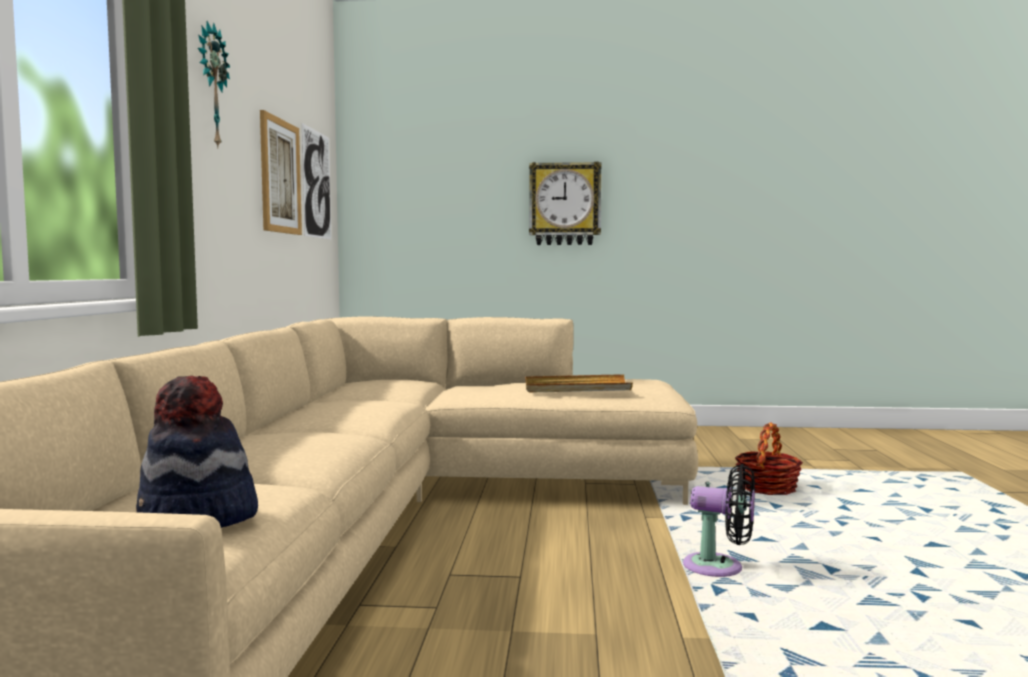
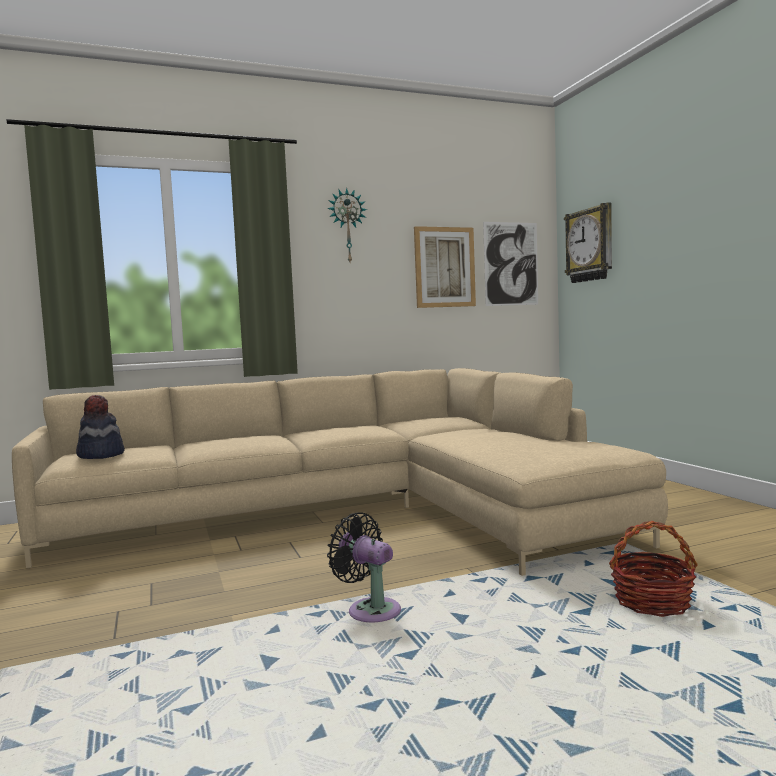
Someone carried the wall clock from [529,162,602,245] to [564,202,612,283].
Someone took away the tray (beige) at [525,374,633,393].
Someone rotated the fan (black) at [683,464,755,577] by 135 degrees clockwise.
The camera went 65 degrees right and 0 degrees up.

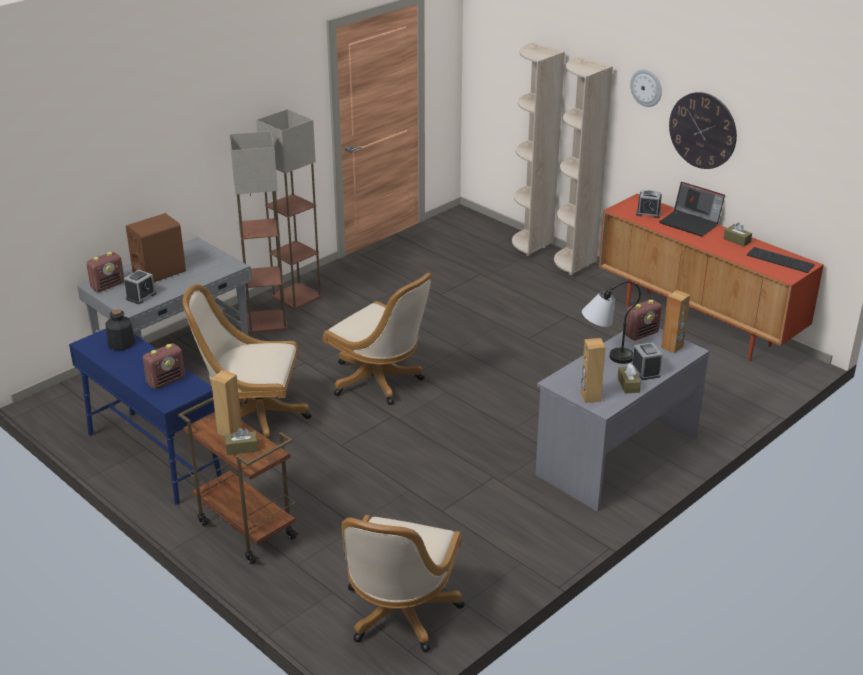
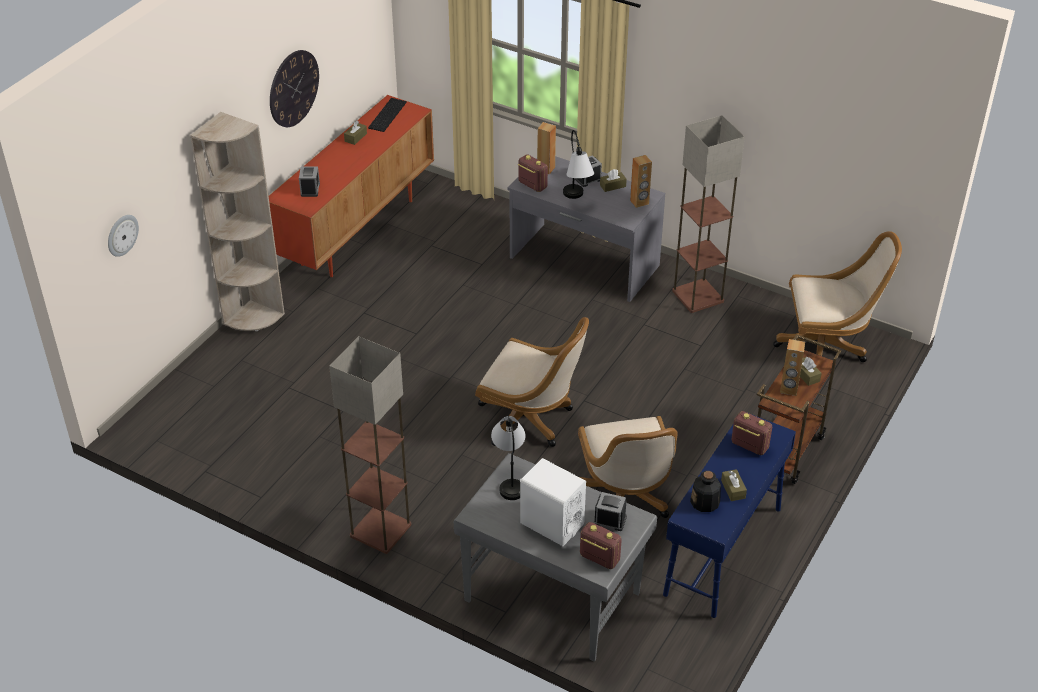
Someone took away the bookcase (beige) at [512,42,565,256].
Someone carried the wall clock from [630,69,662,107] to [108,215,139,257].
Someone carried the floor lamp from [229,131,288,334] to [672,115,745,313].
Someone took away the laptop at [659,182,725,237].
Someone repainted the speaker (brown) at [126,213,186,282], which became the speaker (white) at [520,458,586,546].
Someone rotated the office chair at [322,272,431,405] by 90 degrees clockwise.
Someone put down the table lamp at [491,416,525,500].
Someone put down the tissue box (brown) at [721,469,747,501].
The camera went 105 degrees left and 10 degrees up.

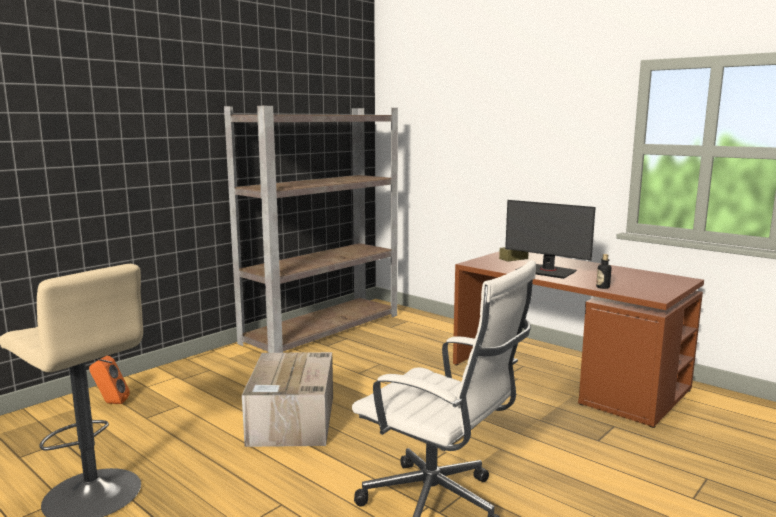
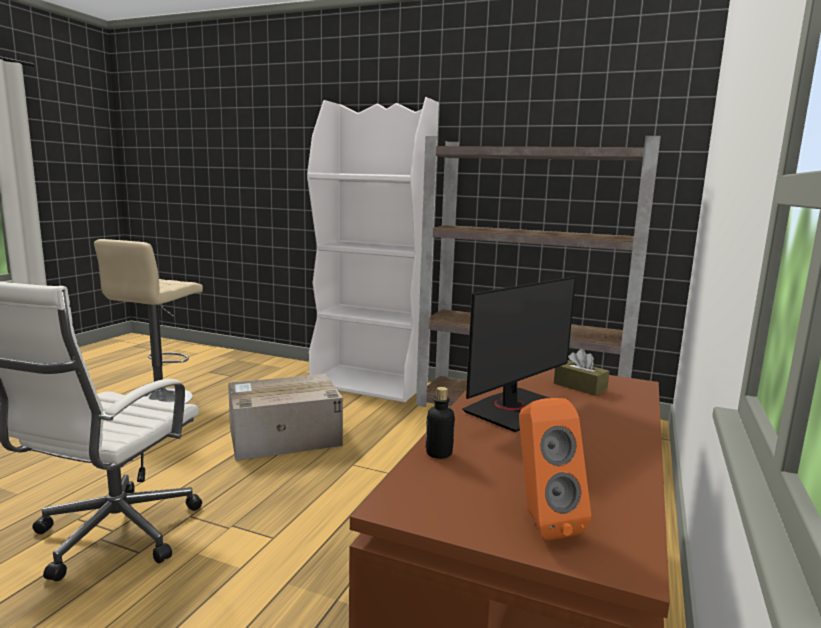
Someone rotated the monitor at [505,200,596,279] by 150 degrees counterclockwise.
Someone carried the speaker (orange) from [89,356,130,404] to [519,398,591,541].
Someone put down the bookcase (white) at [307,97,439,403].
The camera went 70 degrees right and 0 degrees up.

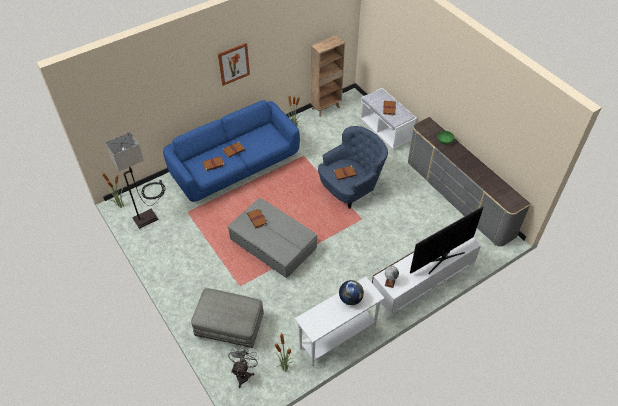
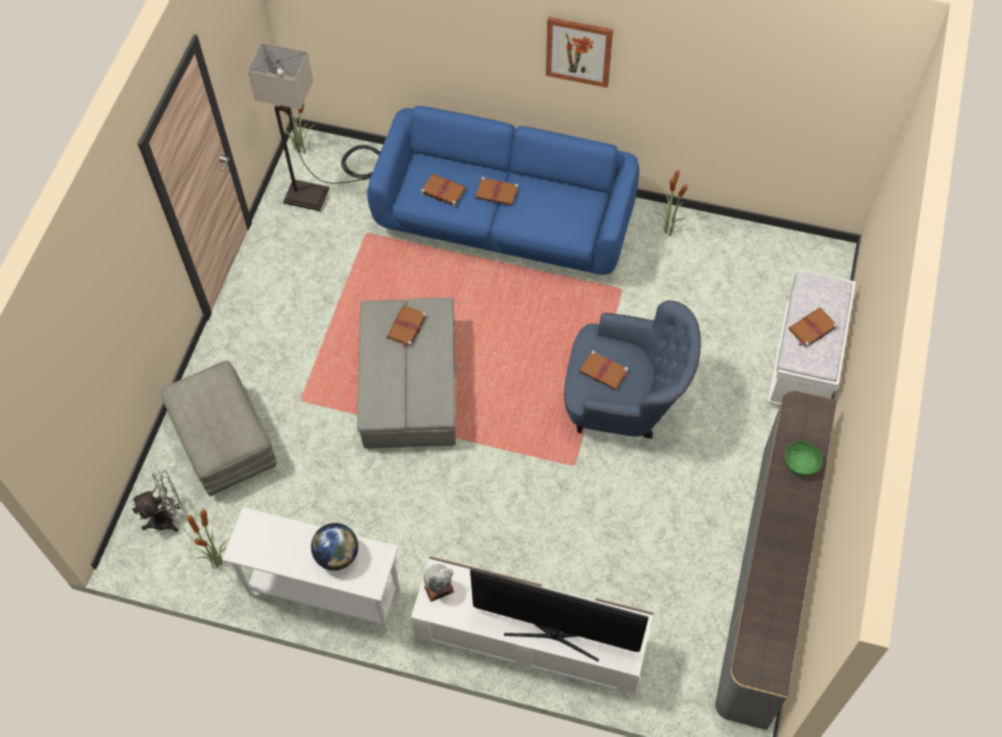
Someone took away the bookcase (brown) at [311,35,345,117].
The camera went 50 degrees right and 10 degrees up.

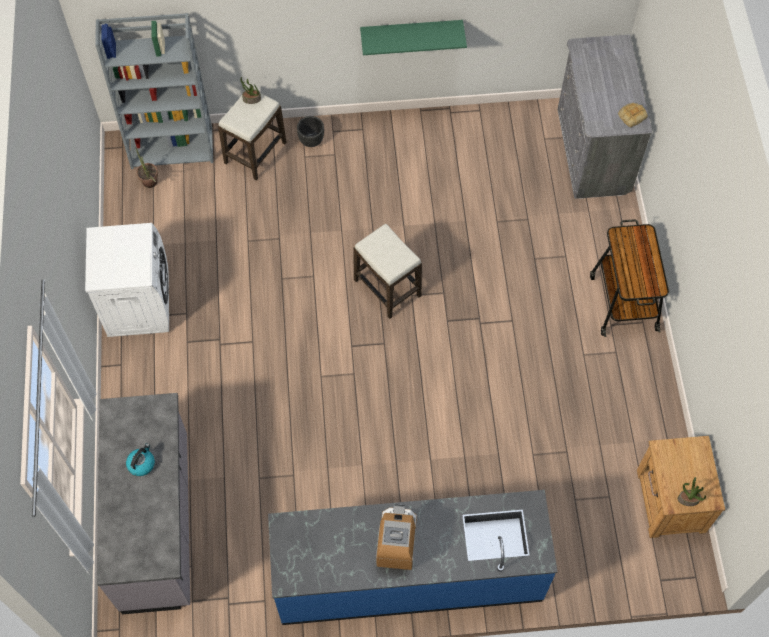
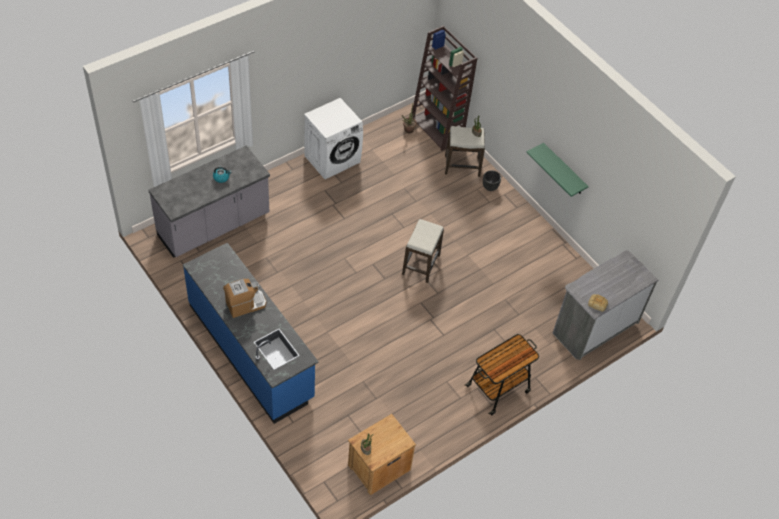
Someone repainted the bookcase (grey) at [95,13,213,169], which became the bookcase (brown) at [411,25,477,151].
The camera went 55 degrees right and 10 degrees down.

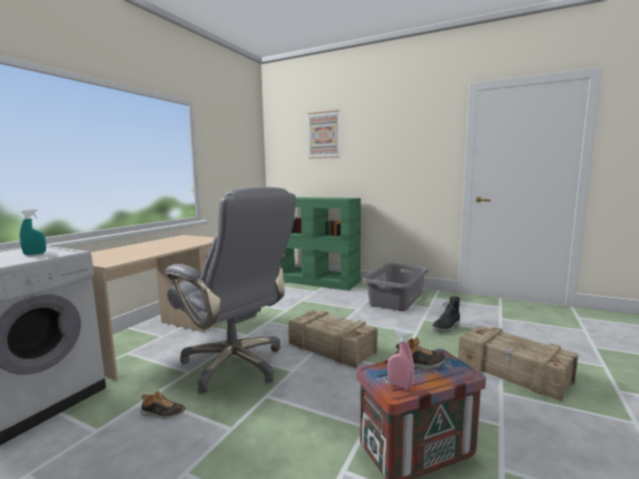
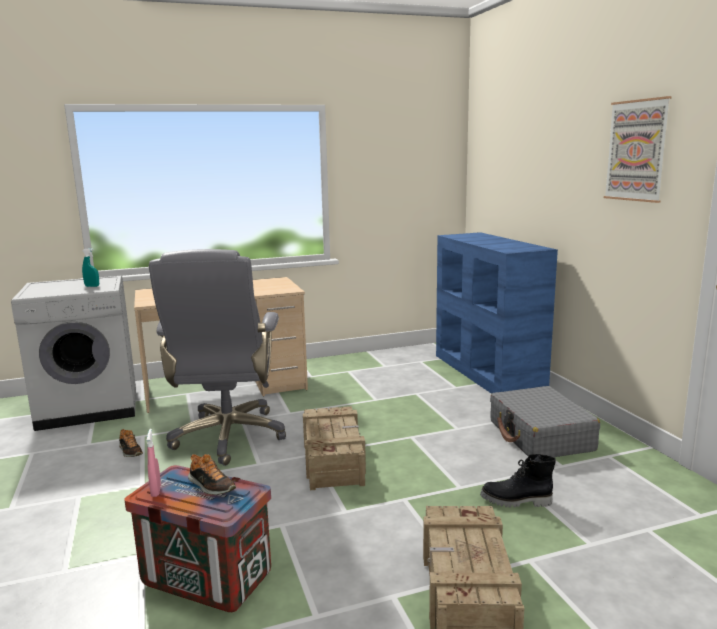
Someone carried the picture from [308,110,340,159] to [604,96,671,203].
Someone repainted the bookcase (green) at [280,197,361,291], which became the bookcase (blue) at [436,232,558,394].
Someone swapped the laundry basket (grey) at [362,263,428,311] for the suitcase (grey) at [490,386,600,457].
The camera went 45 degrees right and 5 degrees up.

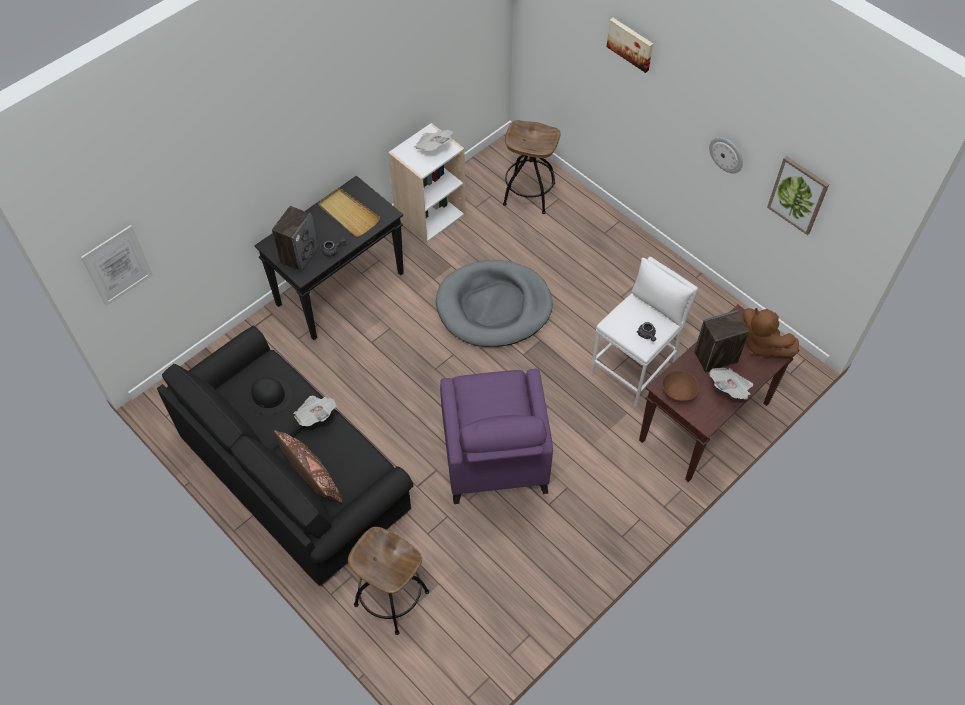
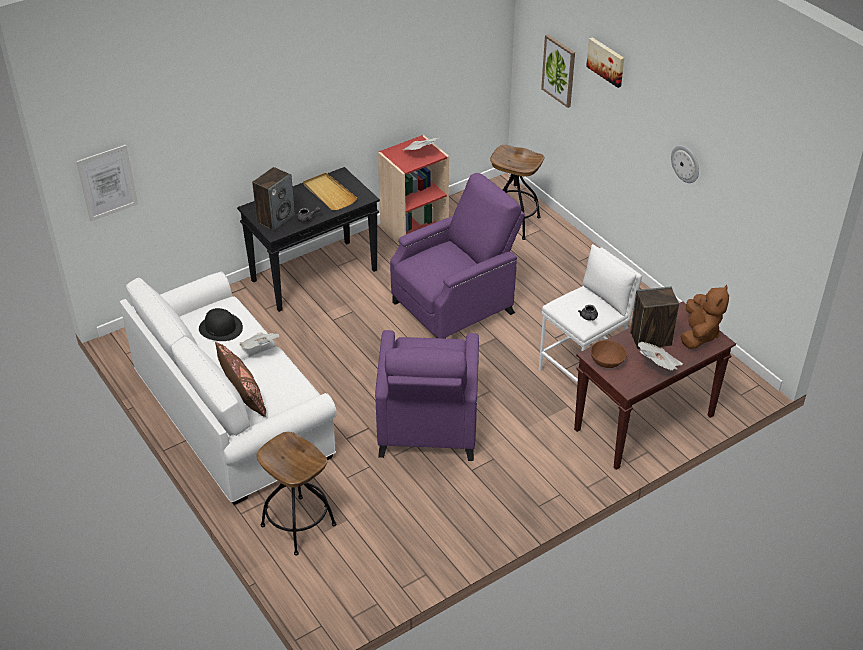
Someone repainted the bookcase (white) at [388,123,466,243], which became the bookcase (red) at [378,135,449,245].
Someone carried the picture from [767,156,829,235] to [541,34,575,108].
Someone swapped the dog bed (grey) at [436,260,552,347] for the armchair (purple) at [390,173,525,339].
Someone rotated the plush toy (brown) at [743,308,799,357] by 135 degrees counterclockwise.
Someone repainted the sofa (black) at [157,326,413,586], which became the sofa (white) at [120,271,337,505].
The camera went 10 degrees right and 15 degrees down.

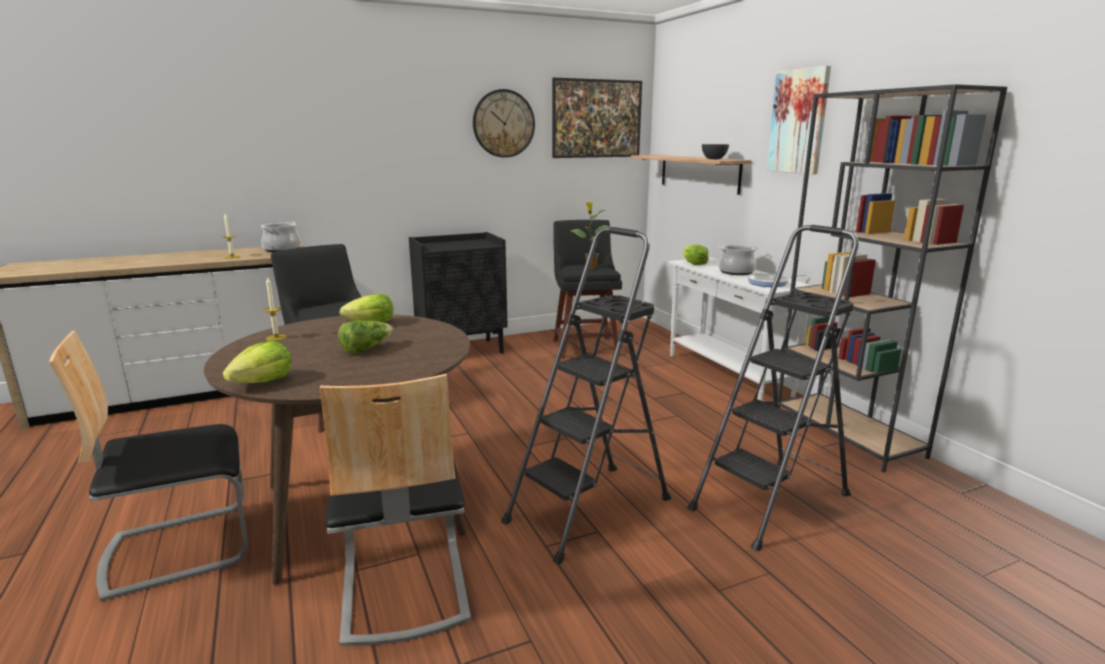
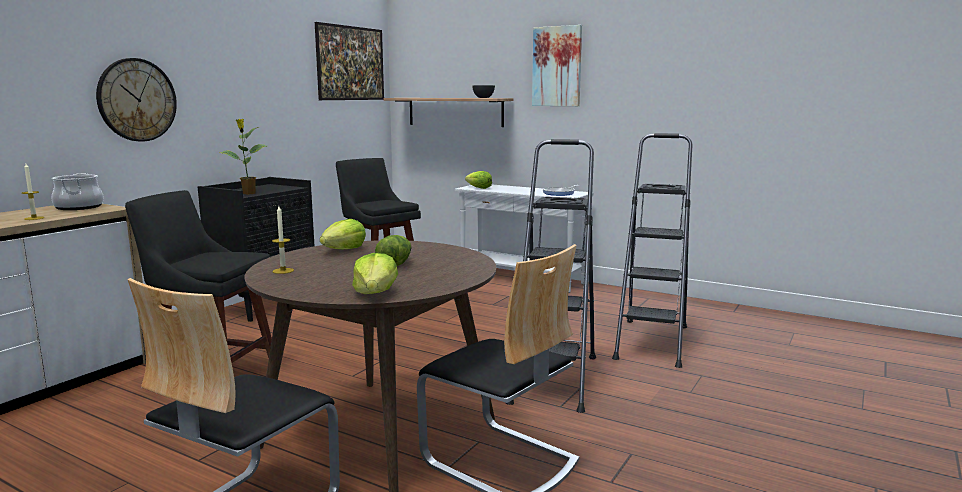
Someone took away the bookcase at [778,84,1007,473].
Someone carried the wall clock from [473,89,535,158] to [96,58,177,141].
Someone carried the potted plant from [571,202,609,269] to [219,119,267,194].
Someone took away the cooking pot at [718,245,759,275].
The camera went 35 degrees left and 5 degrees down.

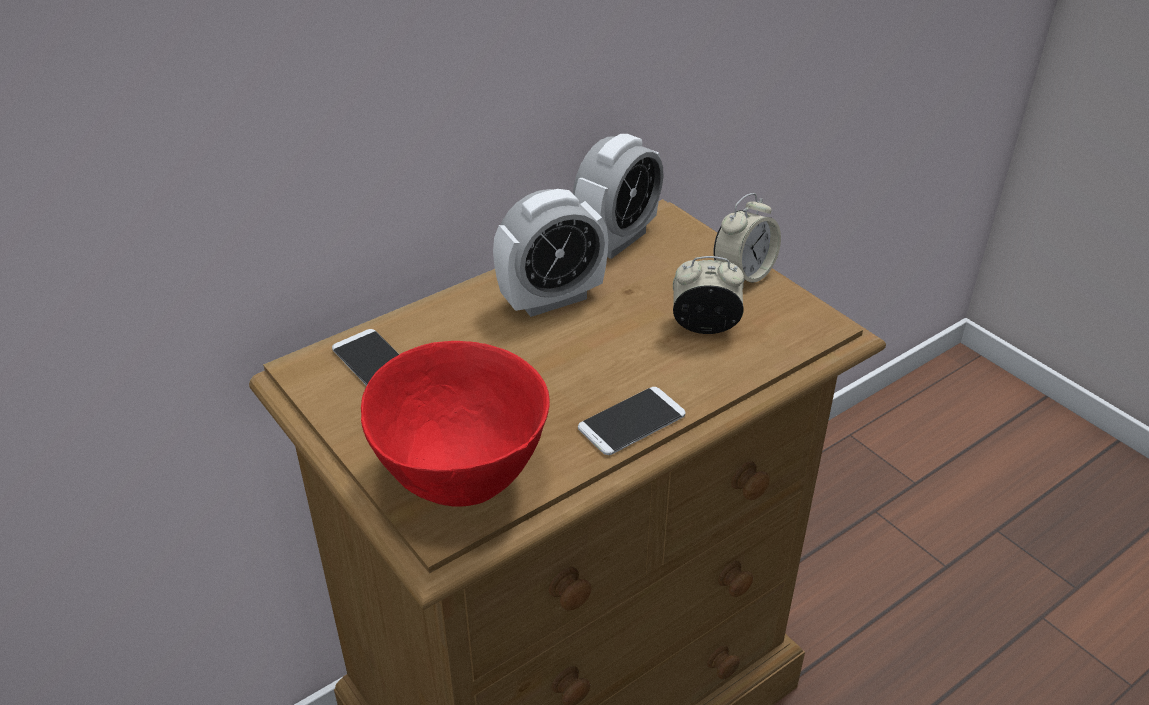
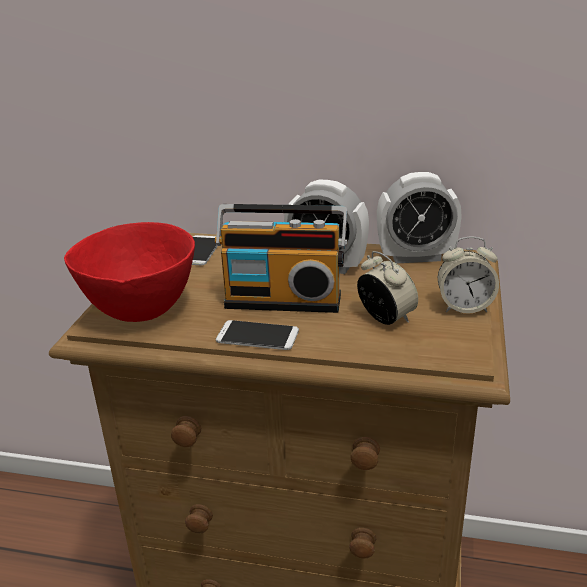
Someone put down the radio at [215,204,347,313].
The camera went 50 degrees right and 10 degrees down.

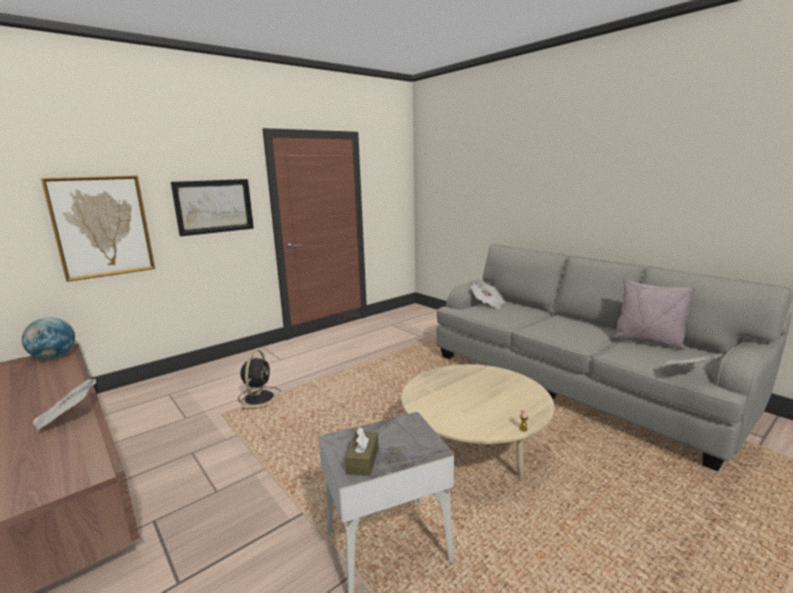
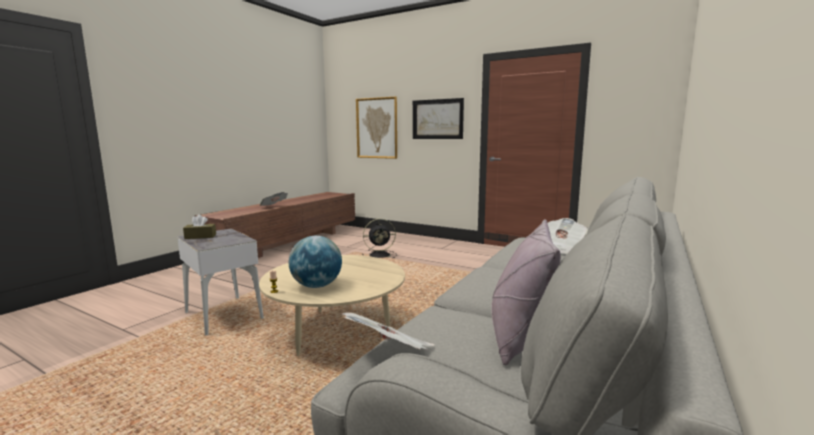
Someone carried the globe from [22,317,75,359] to [289,236,342,288].
The camera went 70 degrees right and 5 degrees down.

